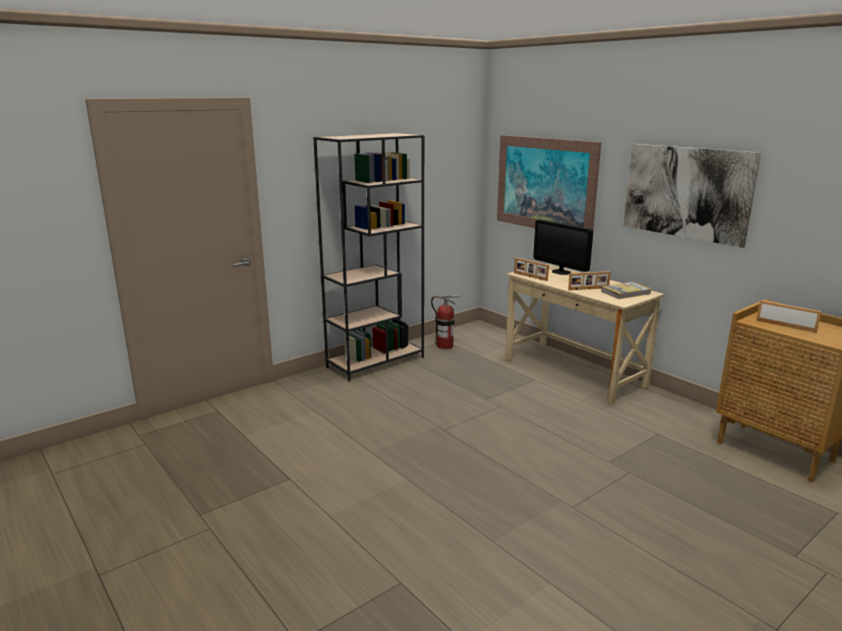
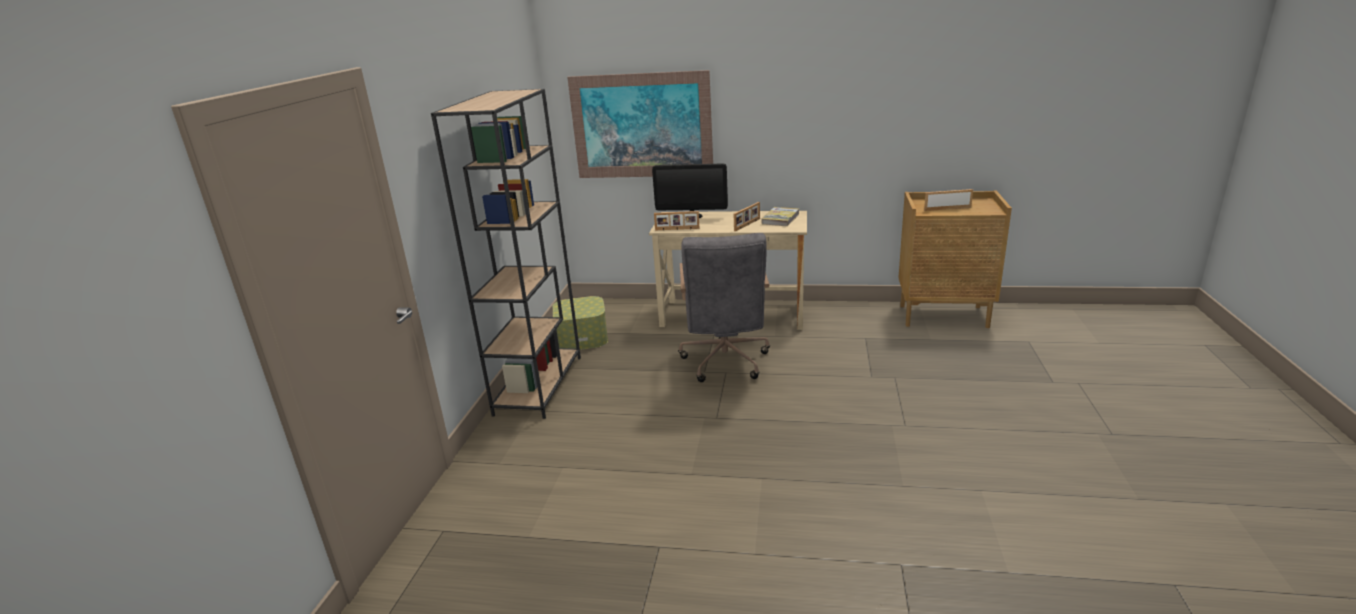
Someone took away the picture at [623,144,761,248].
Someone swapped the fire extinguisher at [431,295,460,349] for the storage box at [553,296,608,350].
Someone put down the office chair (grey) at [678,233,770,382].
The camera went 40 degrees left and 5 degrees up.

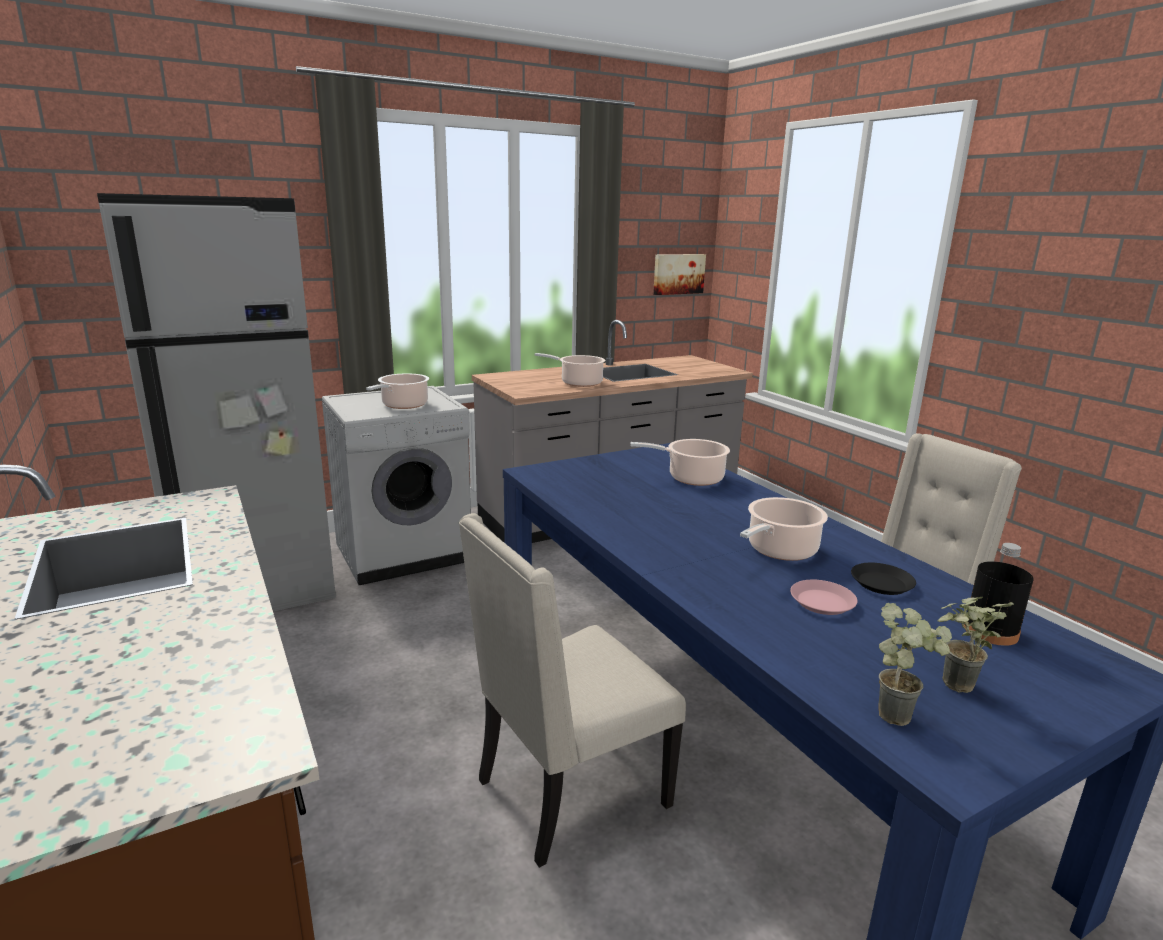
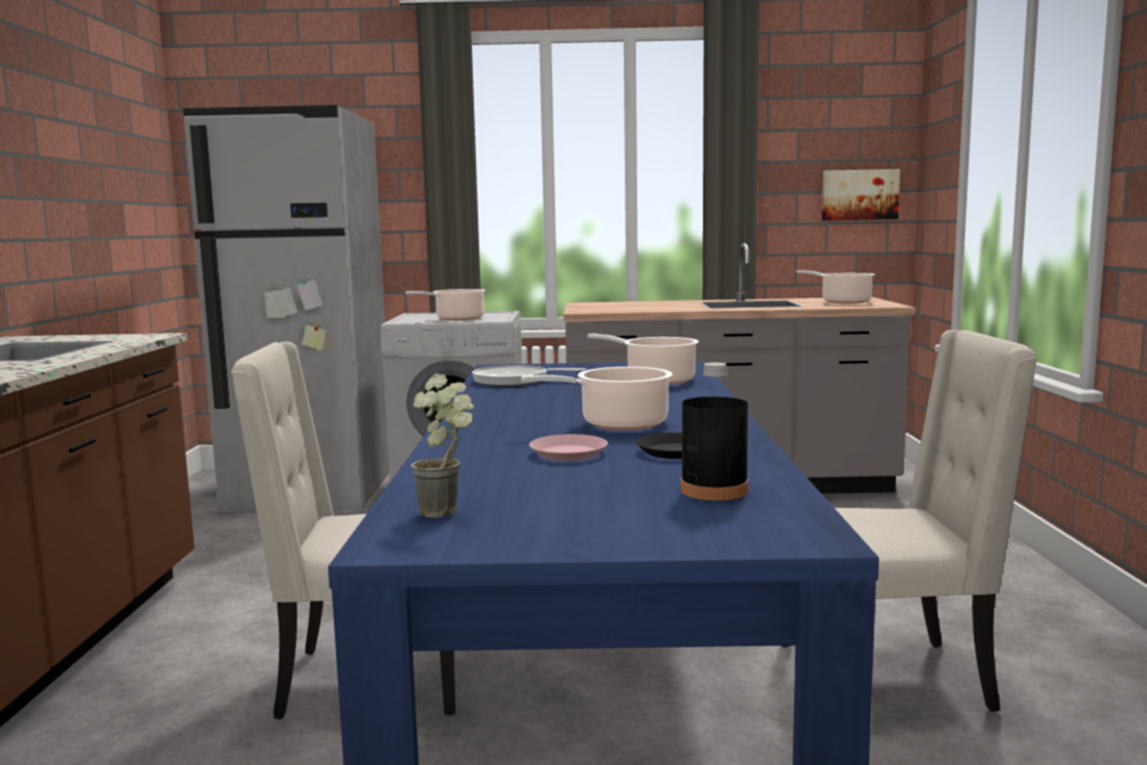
Someone carried the cooking pot from [534,353,605,387] to [796,270,875,304].
Someone took away the potted plant at [937,597,1014,693].
Someone put down the frying pan at [472,365,586,387].
The camera went 30 degrees right and 10 degrees down.

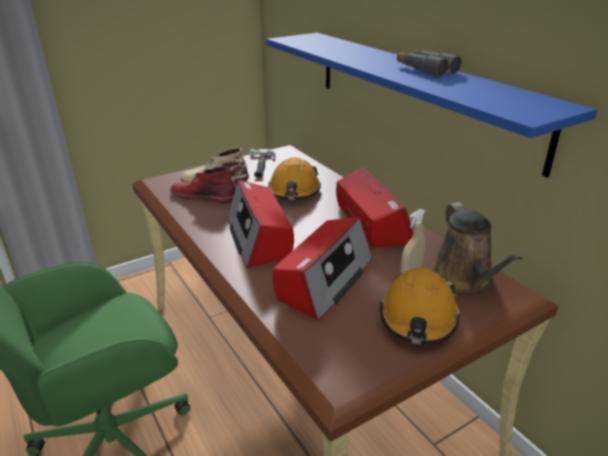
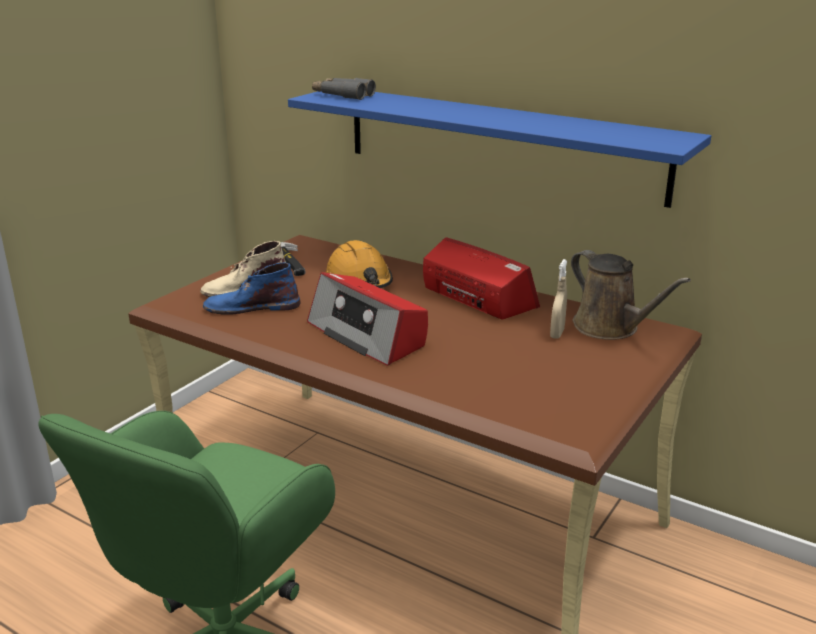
Someone carried the binoculars (grey) from [397,50,462,77] to [312,78,376,100].
Someone repainted the boot (red) at [170,166,235,204], which became the boot (blue) at [203,262,300,315].
Someone took away the radio at [273,217,373,321].
Someone took away the hard hat (orange) at [380,268,460,345].
The camera went 25 degrees left and 5 degrees down.

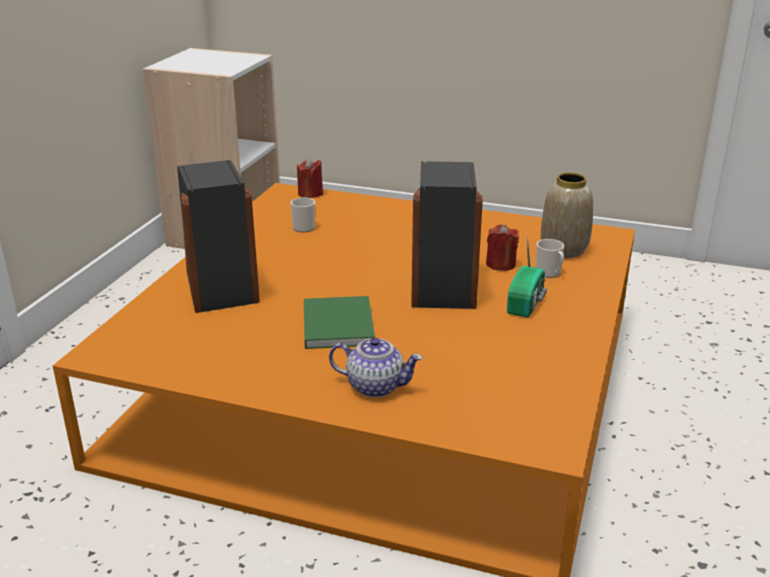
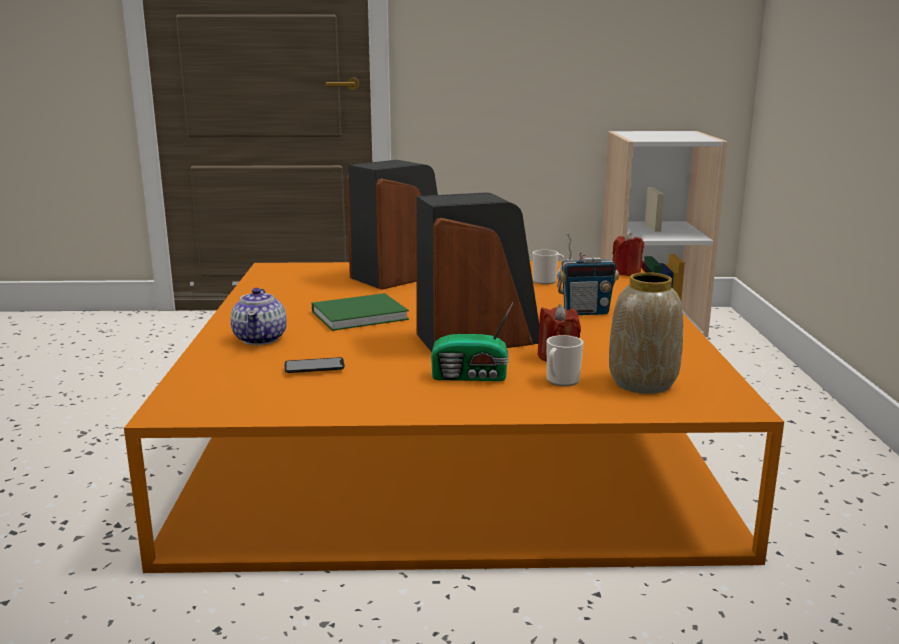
Someone put down the radio at [557,233,619,315].
Someone put down the phone at [285,357,345,373].
The camera went 70 degrees right and 10 degrees down.

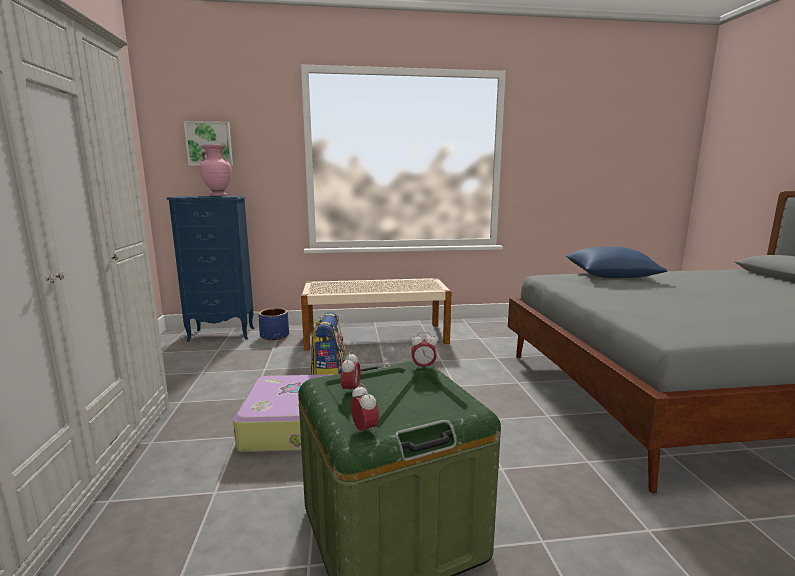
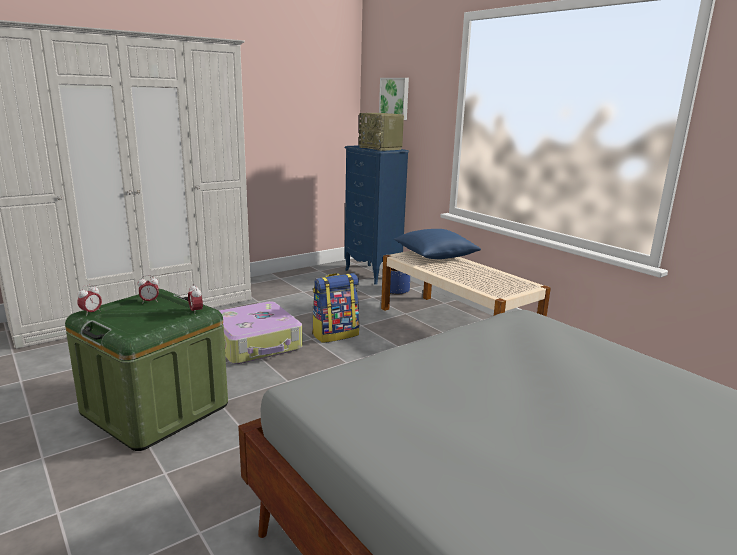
Someone swapped the vase (pink) at [200,144,231,196] for the radio at [359,113,404,151].
Someone carried the pillow (blue) from [566,246,667,278] to [394,229,481,259].
The camera went 60 degrees right and 5 degrees up.

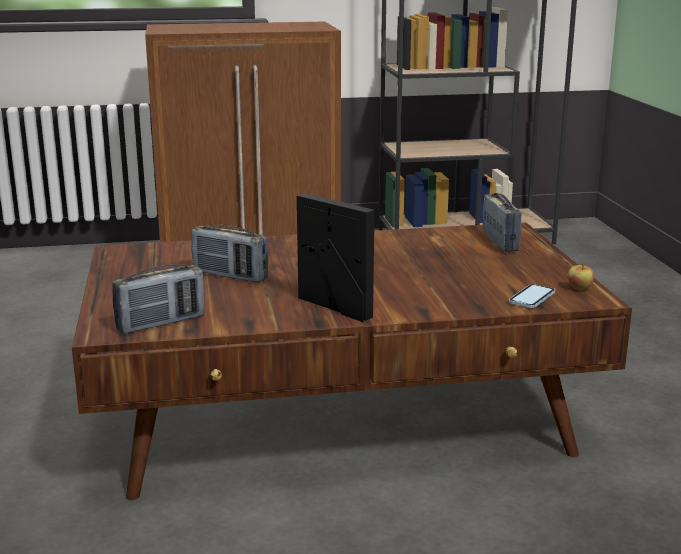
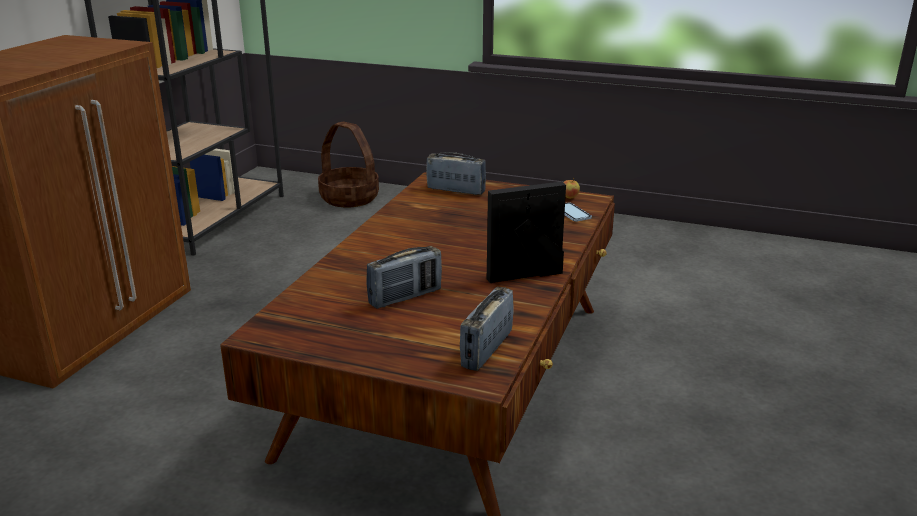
Someone rotated the radio at [112,265,205,334] by 150 degrees counterclockwise.
Someone put down the basket at [318,122,379,208].
The camera went 60 degrees left and 5 degrees up.

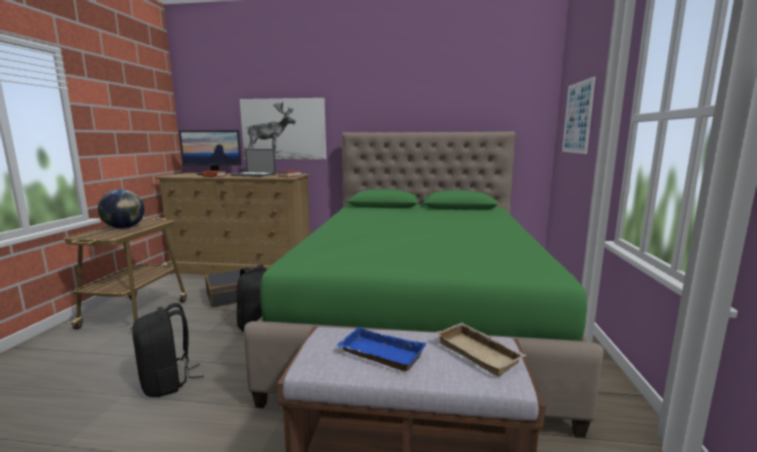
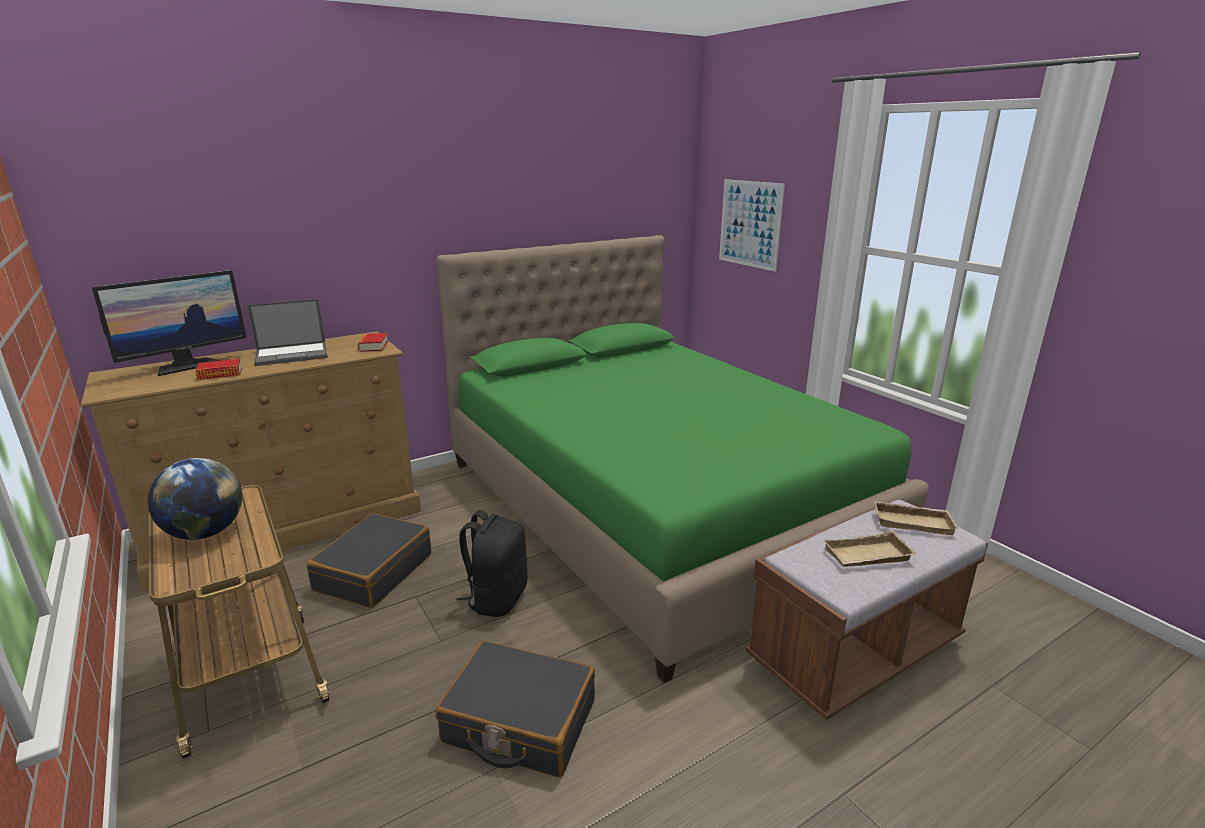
Someone took away the picture at [240,98,327,159].
Someone swapped the backpack (black) at [132,303,204,397] for the suitcase (black) at [435,640,595,777].
Someone repainted the tray (blue) at [337,327,427,371], which became the tray (beige) at [824,531,917,567].
The camera went 40 degrees left and 10 degrees up.

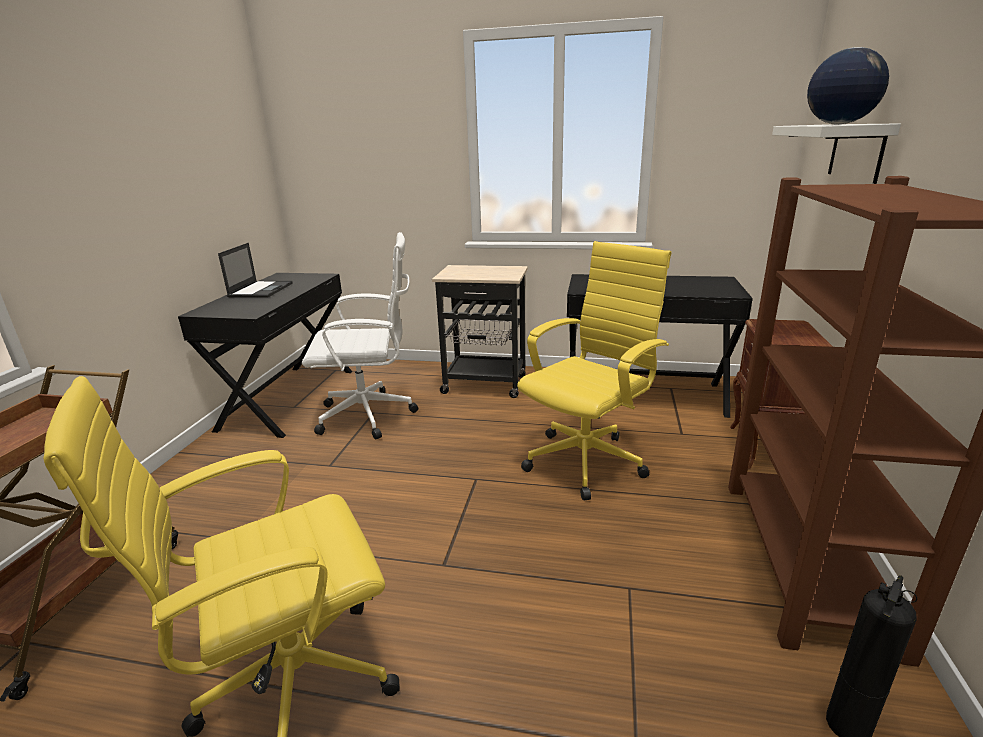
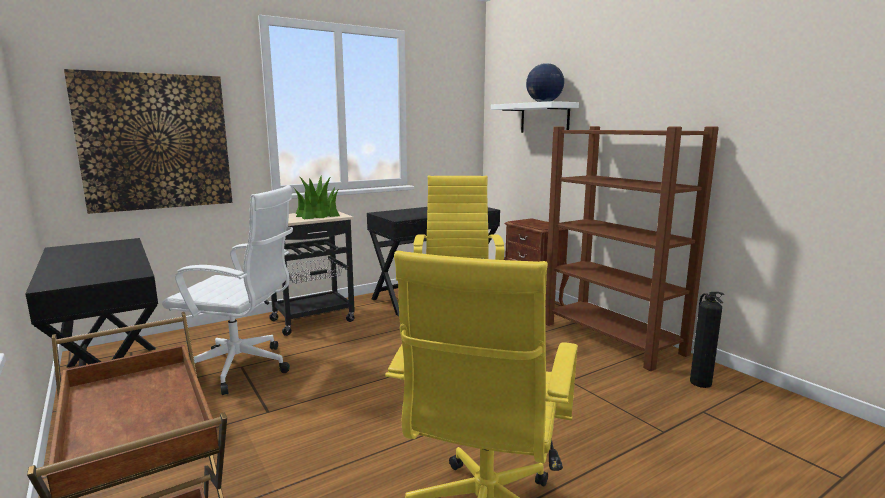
Someone rotated the office chair (white) at [302,232,418,440] by 60 degrees clockwise.
Someone took away the laptop at [218,243,293,298].
Someone put up the picture at [64,69,232,214].
Someone put down the potted plant at [293,175,340,219].
The camera went 45 degrees left and 10 degrees down.

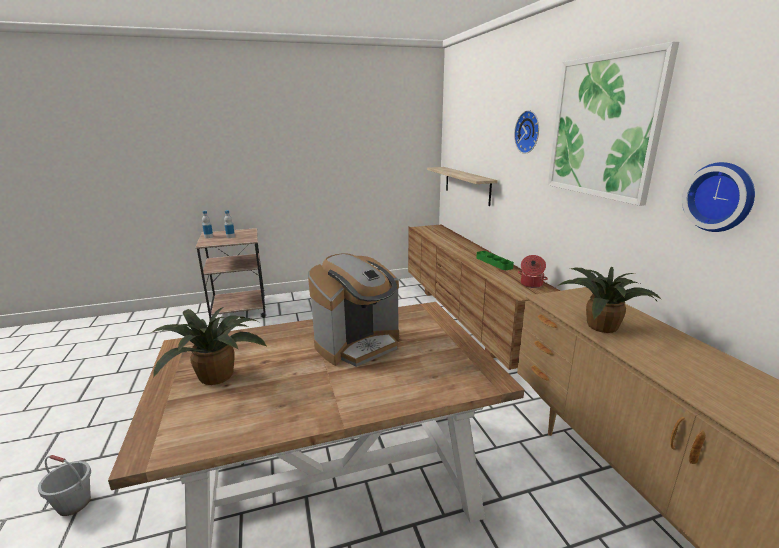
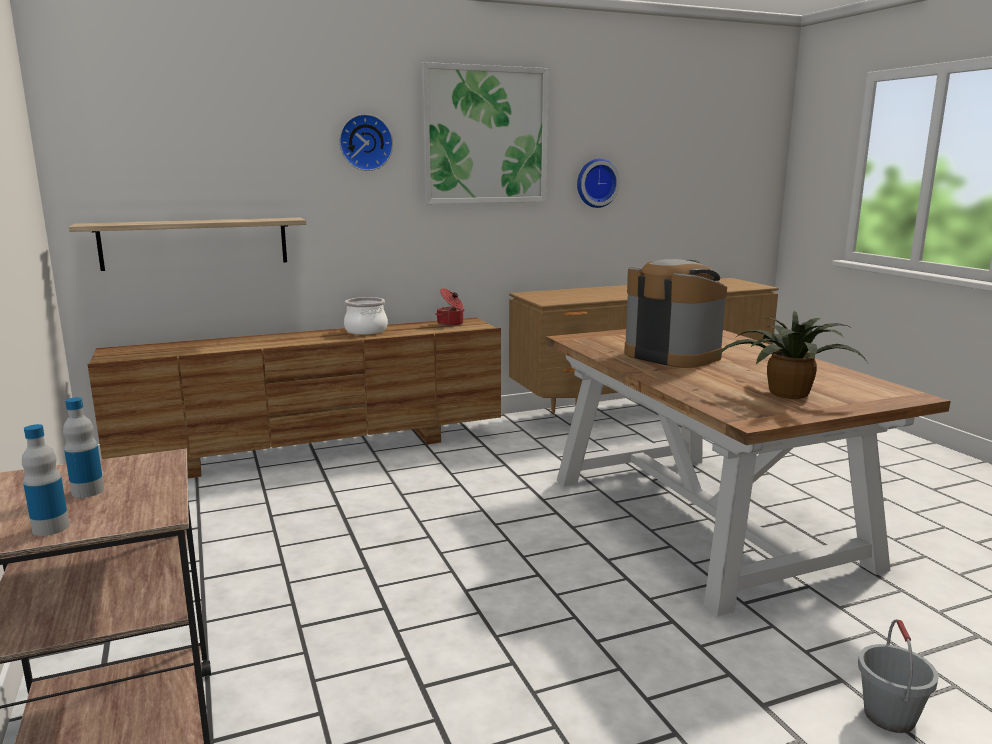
Someone swapped the tray (green) at [476,251,514,270] for the cooking pot at [344,297,388,335].
Someone took away the potted plant at [559,267,662,333].
The camera went 95 degrees left and 5 degrees down.

